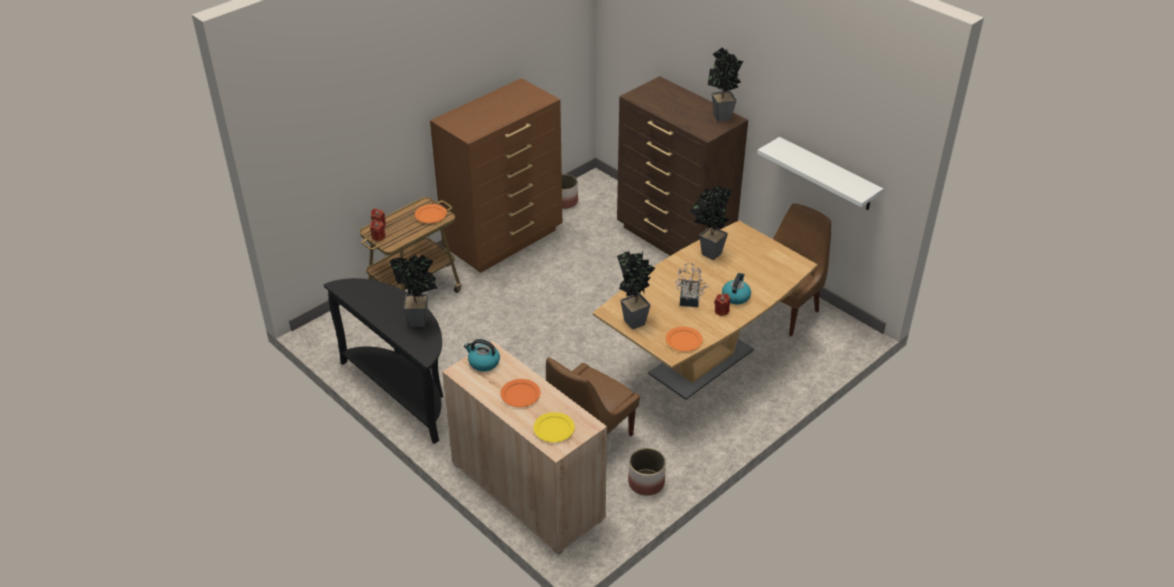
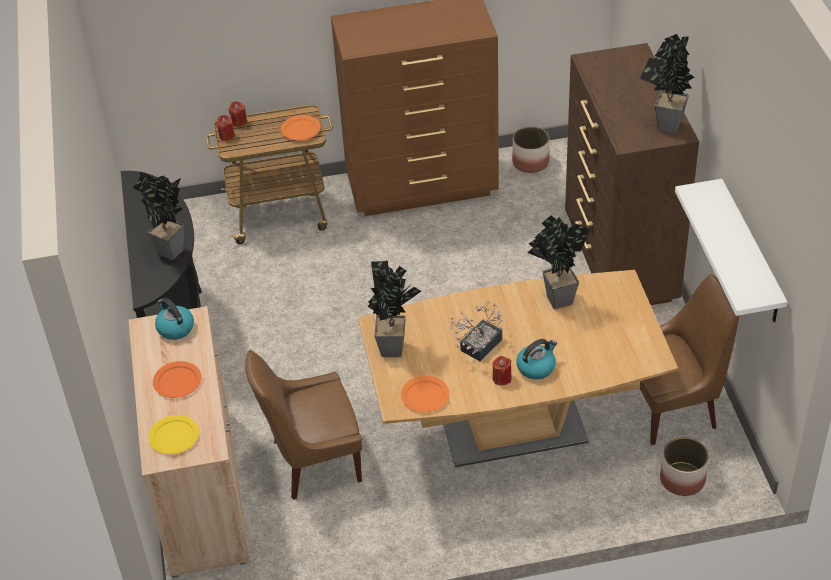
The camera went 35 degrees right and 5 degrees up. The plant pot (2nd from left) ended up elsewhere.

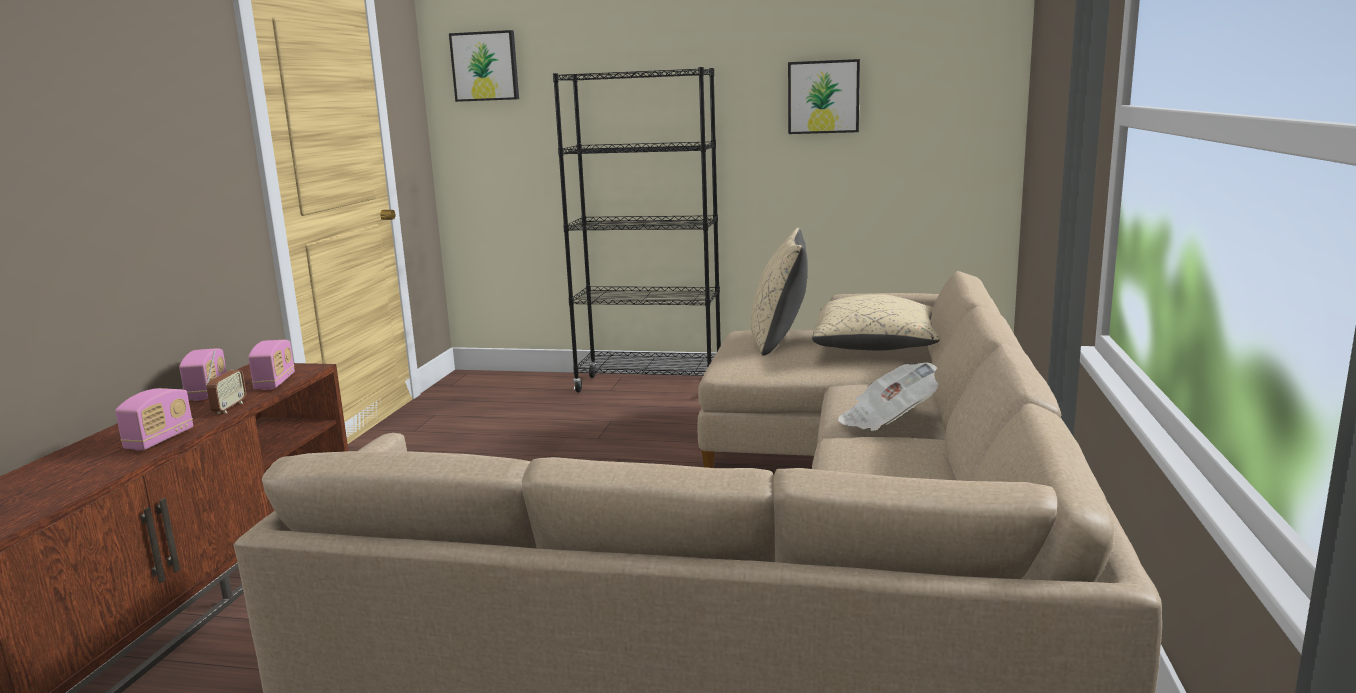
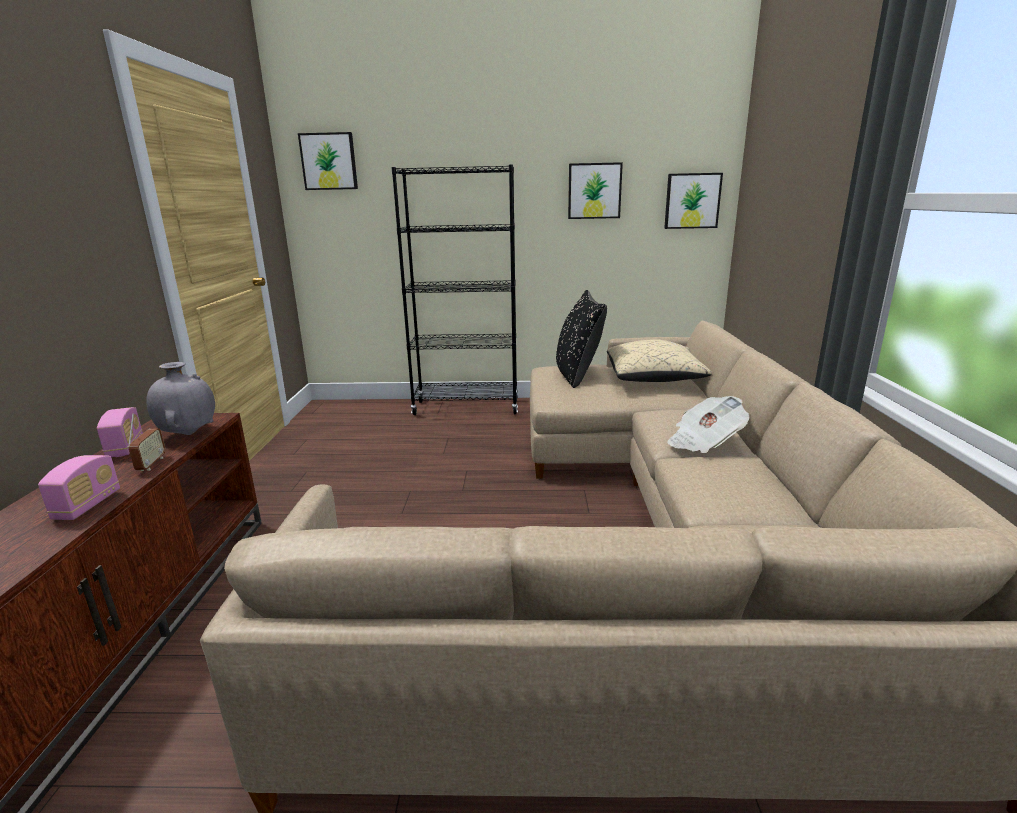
The camera went 10 degrees left and 5 degrees up. Where the radio (4th from left) stood, the grey flower vase came to stand. What was the sand-coloured throw pillow (1st from left) turned into the blackish throw pillow. The second view gained the wall picture (3rd from left).

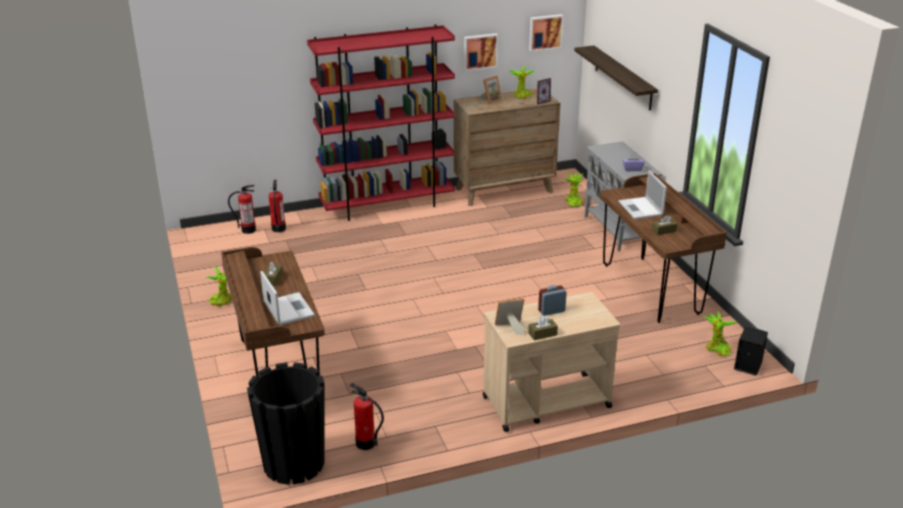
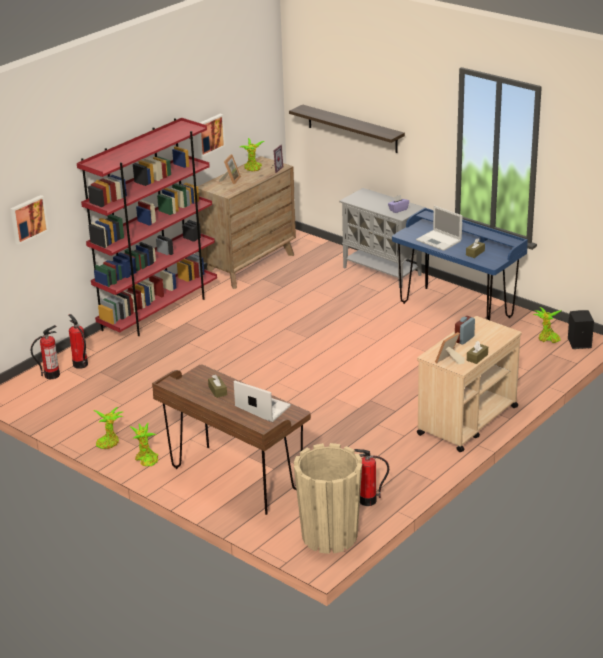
The camera went 30 degrees left and 0 degrees up. What was the blackish plant pot turned into the sand-coloured plant pot. The wall picture (2nd from left in the first image) ended up elsewhere. The plant in a pot (3rd from left in the first image) ended up elsewhere. What was the brown desk (2nd from left) turned into the blue desk.

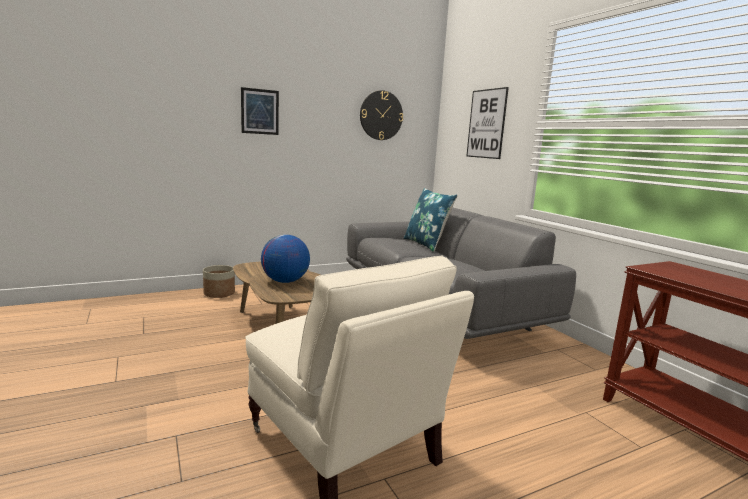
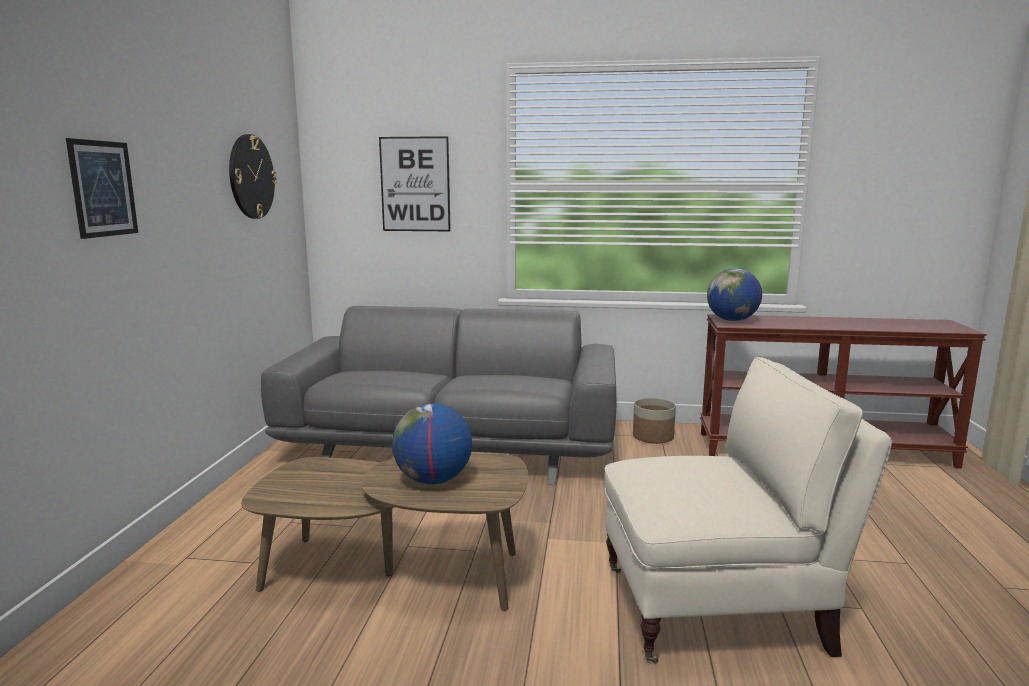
The camera went 55 degrees left and 0 degrees up. The plant pot ended up elsewhere. The second view lost the blue throw pillow. The second view gained the world globe (2nd from left).

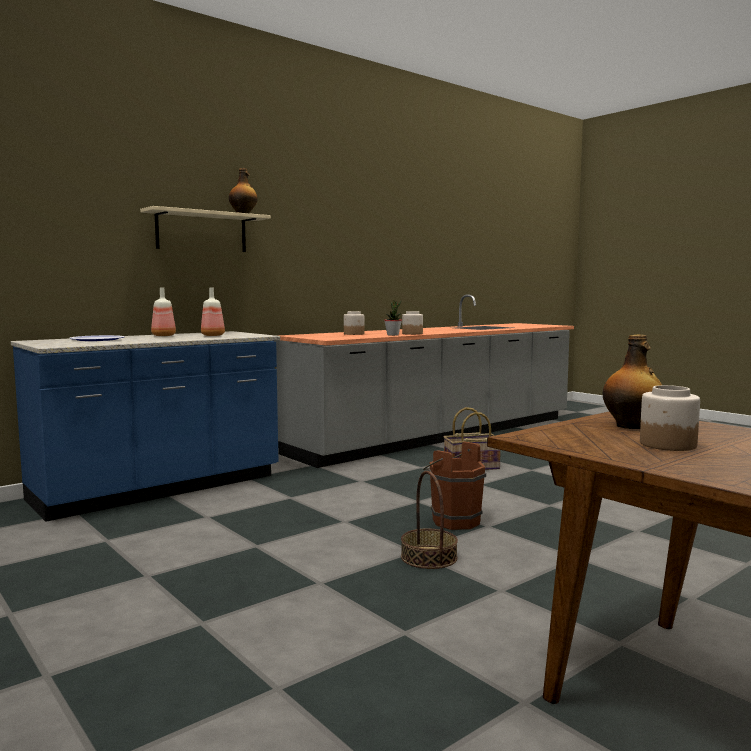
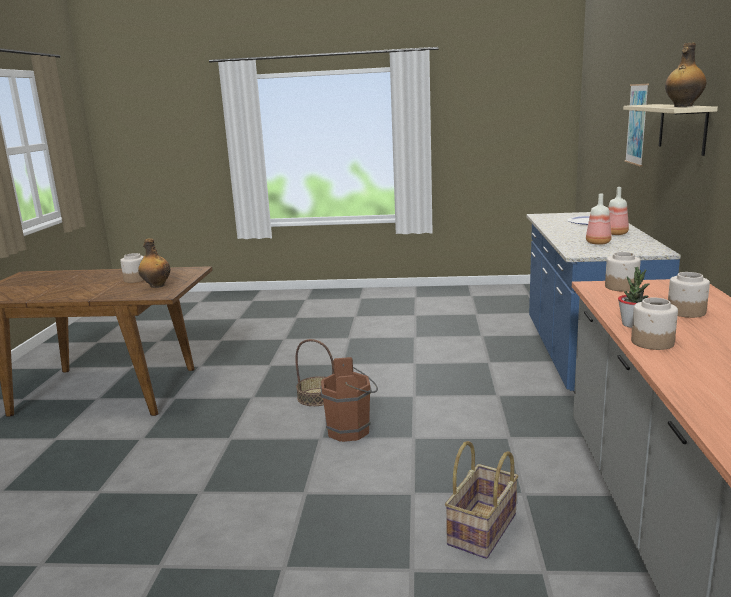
The camera went 135 degrees right and 10 degrees up. The second view gained the preserve jar (2nd from left). The second view gained the wall picture.

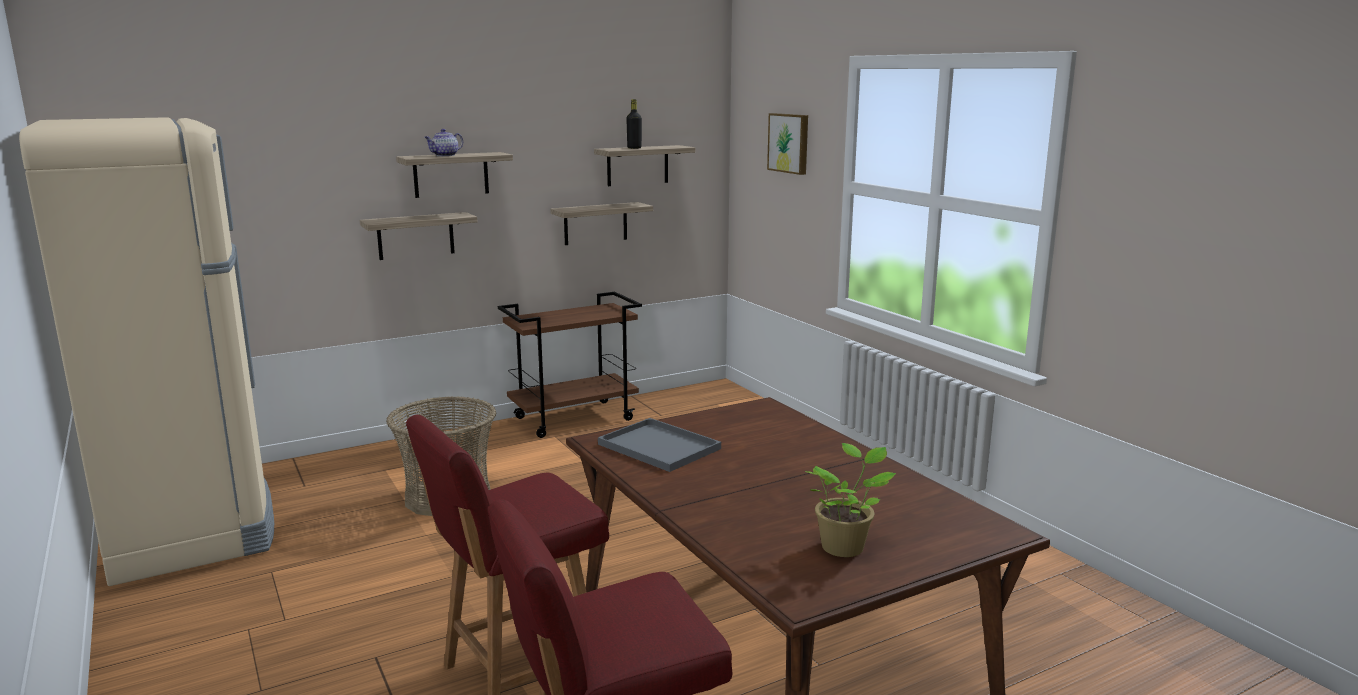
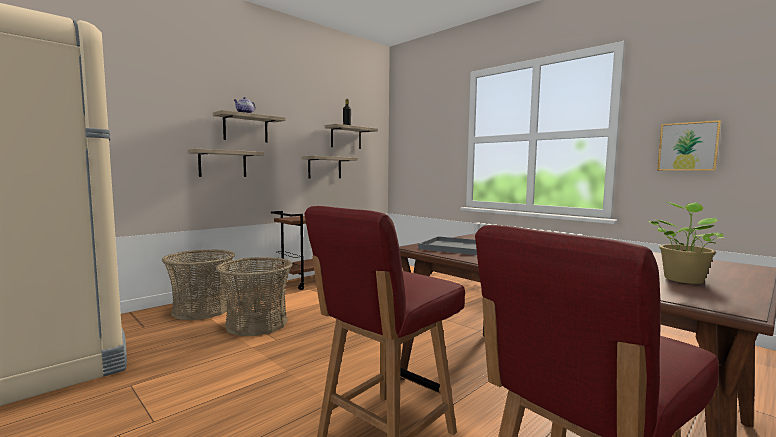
The camera went 15 degrees left and 10 degrees down. The wall picture ended up elsewhere. The second view gained the storage basket (1st from left).

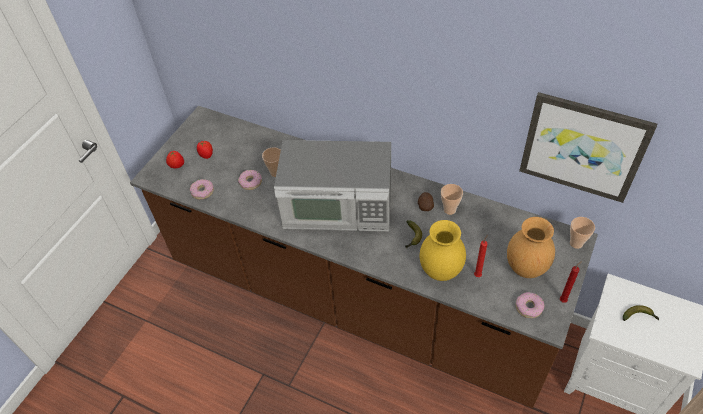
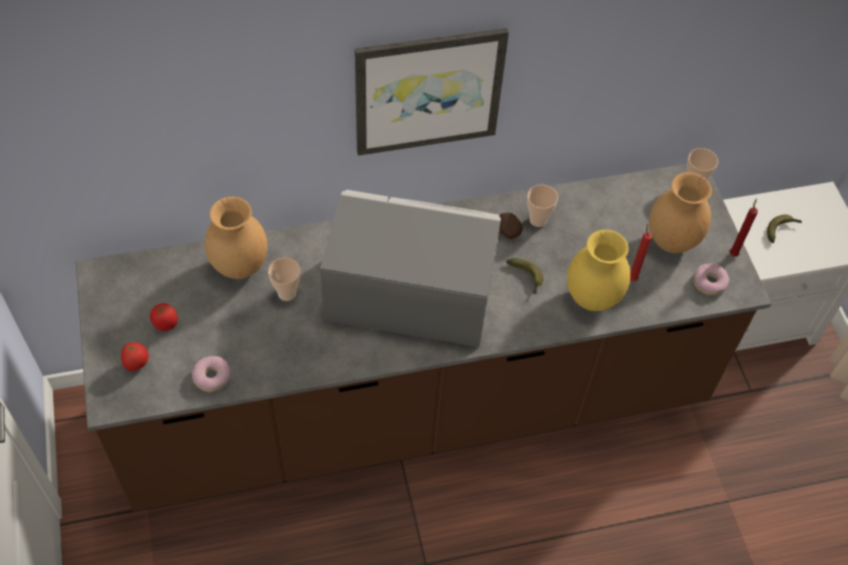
The camera went 45 degrees left and 5 degrees up. The second view lost the ring doughnut (2nd from left). The microwave oven ended up facing another way, 135 degrees counterclockwise from before. The wall picture ended up elsewhere. The second view gained the brown flower vase (1st from left).

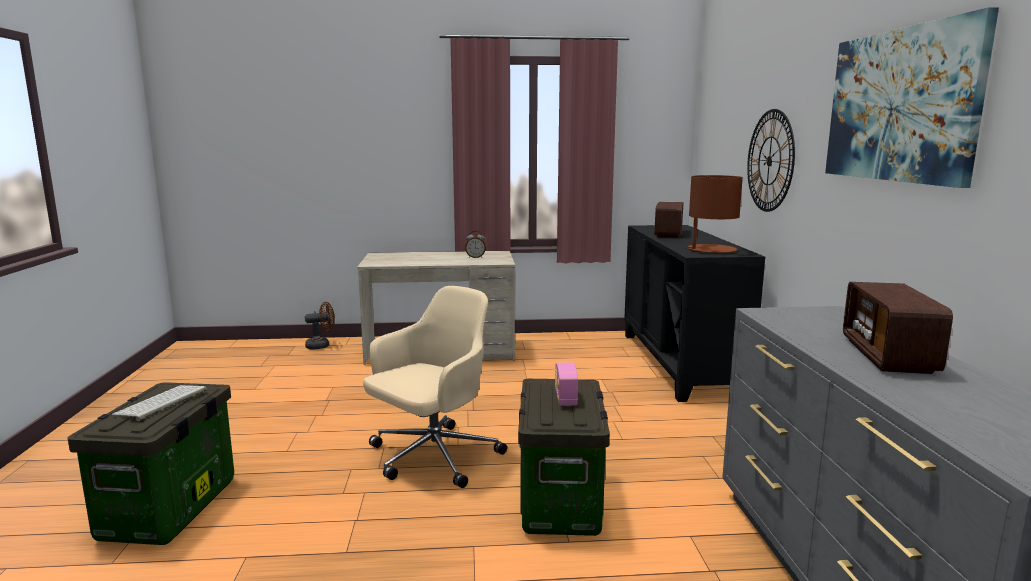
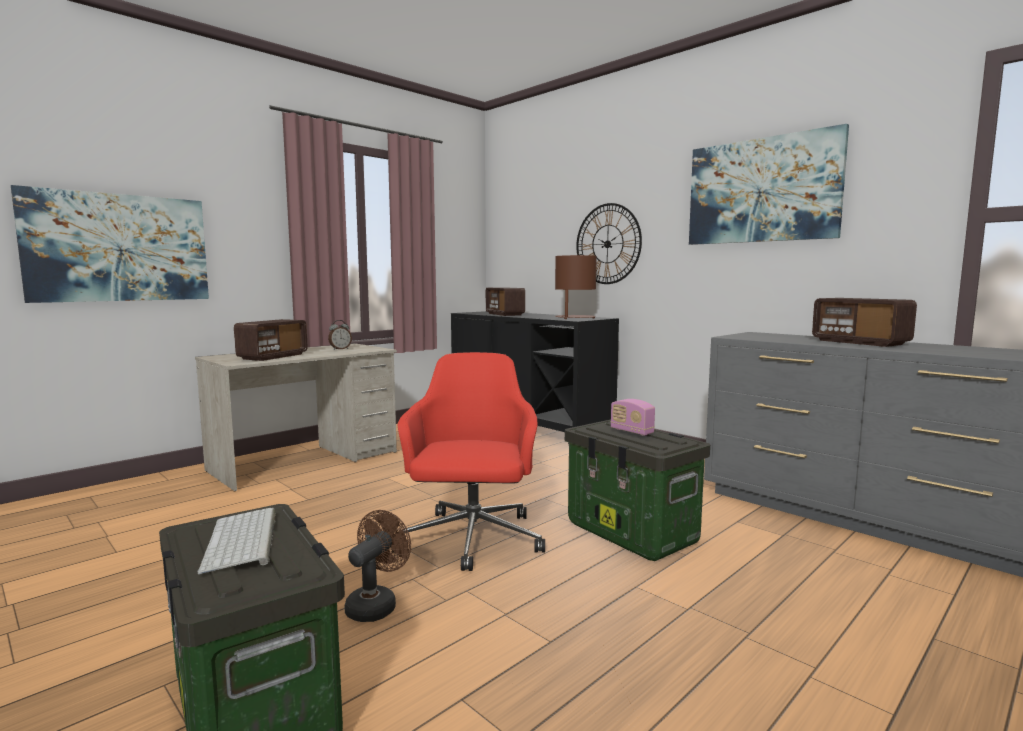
The camera went 40 degrees left and 5 degrees down. The brown fan ended up elsewhere. What was the sand-coloured desk chair turned into the reddish desk chair. The second view gained the wall picture (1st from left). The second view gained the radio (1st from left).

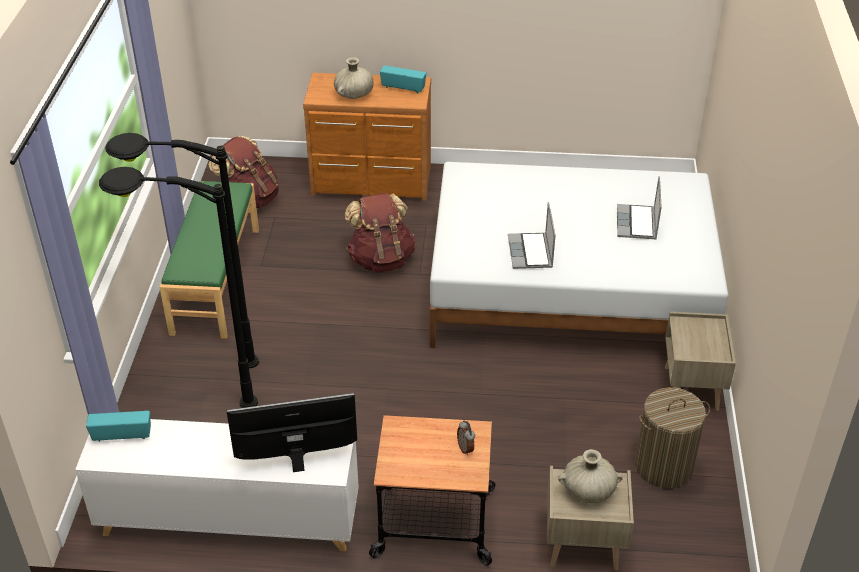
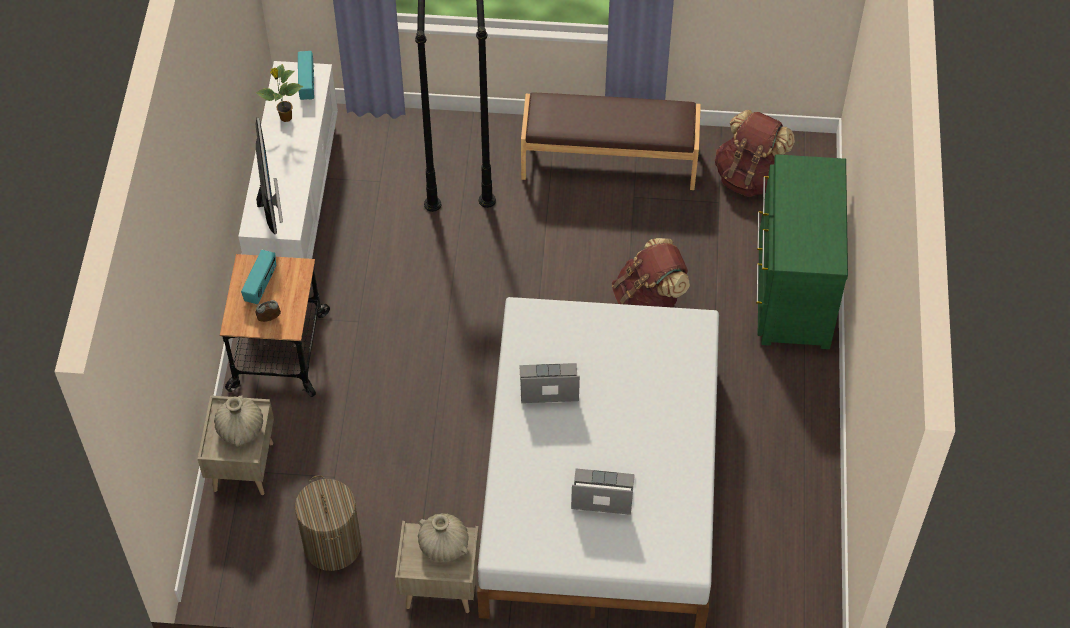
The camera went 90 degrees right and 15 degrees up. What was the green long seat turned into the brown long seat. What was the brown drawer chest turned into the green drawer chest. The sand-coloured flower vase (1st from left in the first image) ended up elsewhere. The radio (2nd from left in the first image) ended up elsewhere. The second view gained the plant in a pot.

